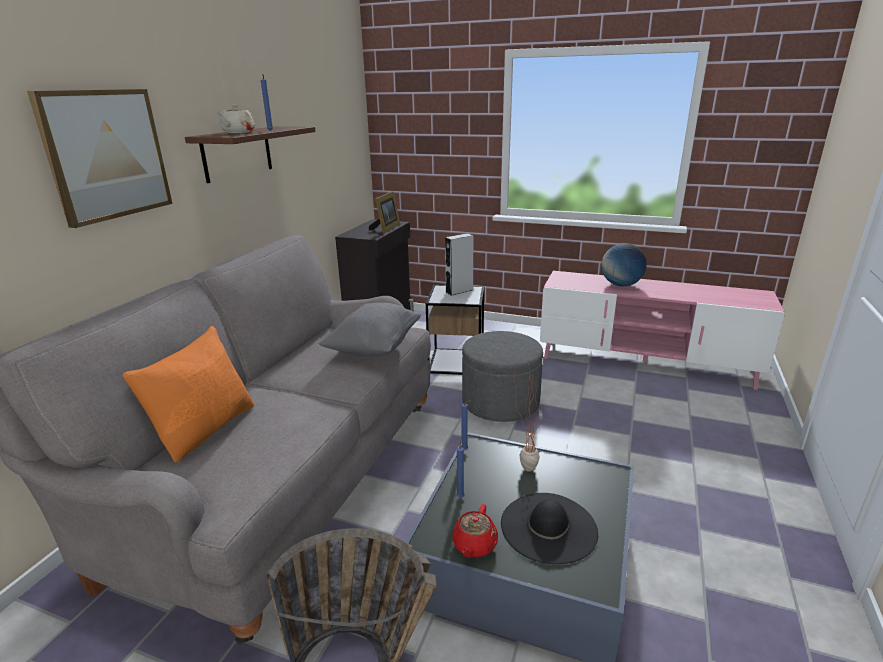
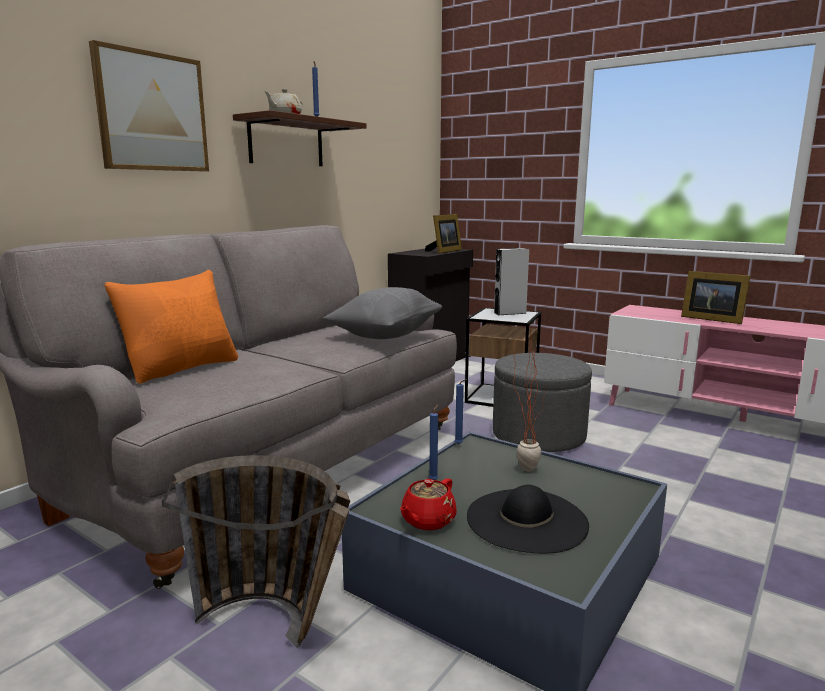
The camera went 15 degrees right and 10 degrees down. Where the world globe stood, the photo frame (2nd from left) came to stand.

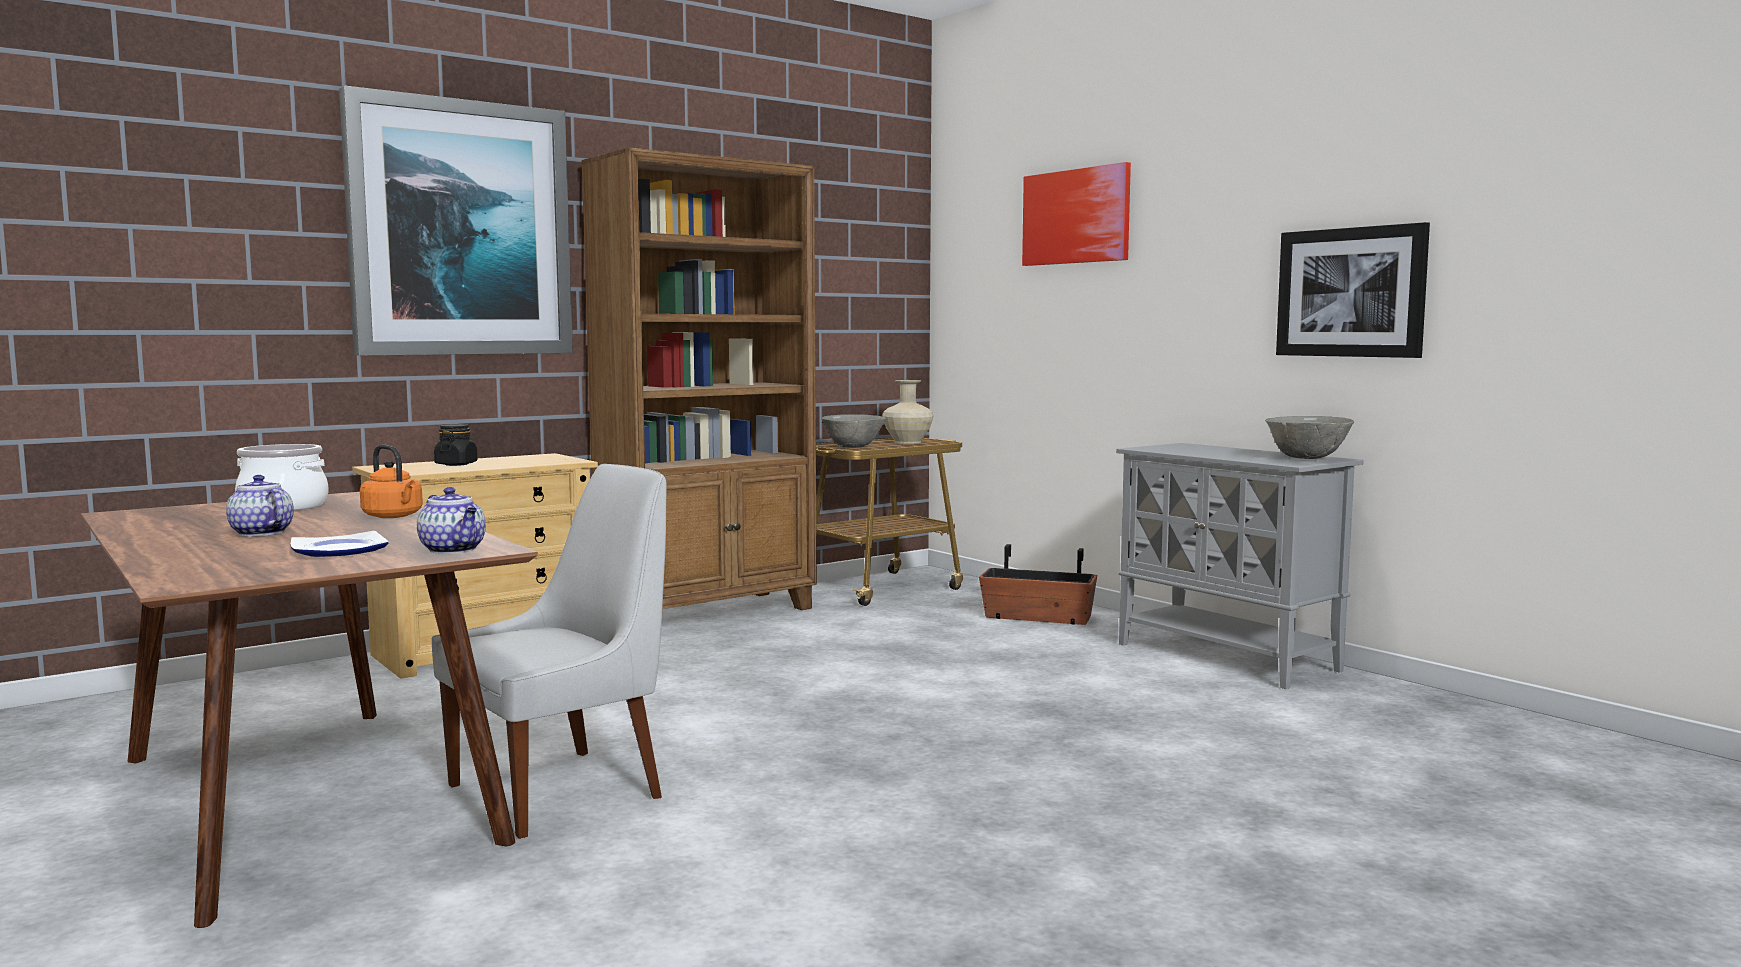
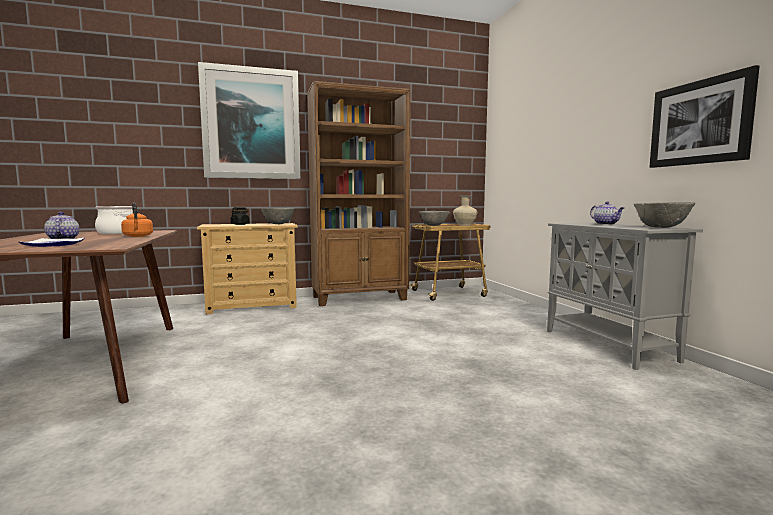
The camera went 20 degrees right and 0 degrees up. The pot for tea (2nd from left) ended up elsewhere. The second view lost the white-coloured upright chair. The second view lost the plant pot. The second view lost the wall picture (2nd from left). The second view gained the grey deep dish (1st from left).

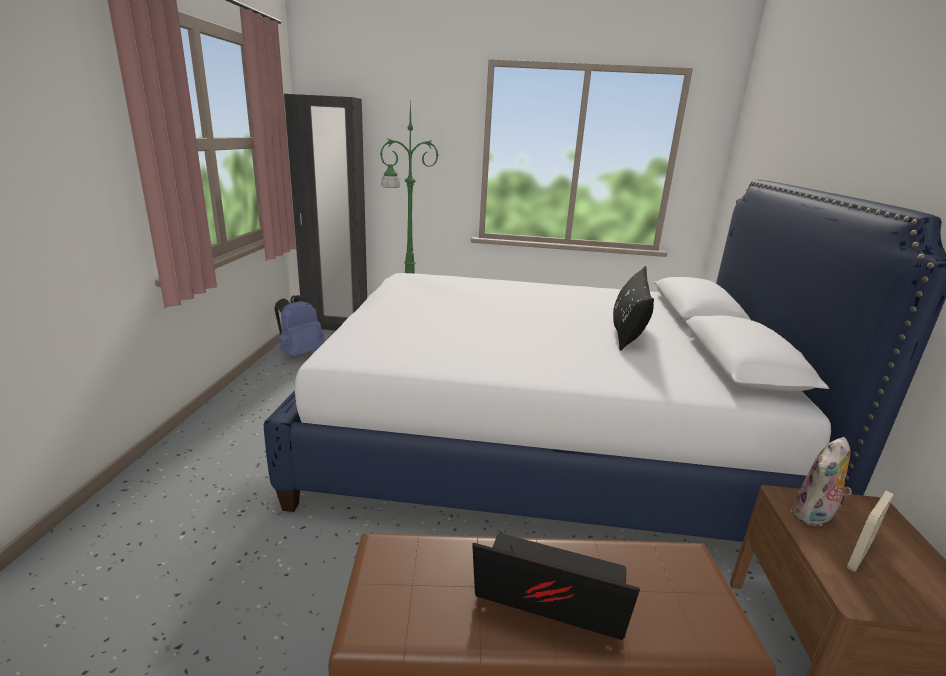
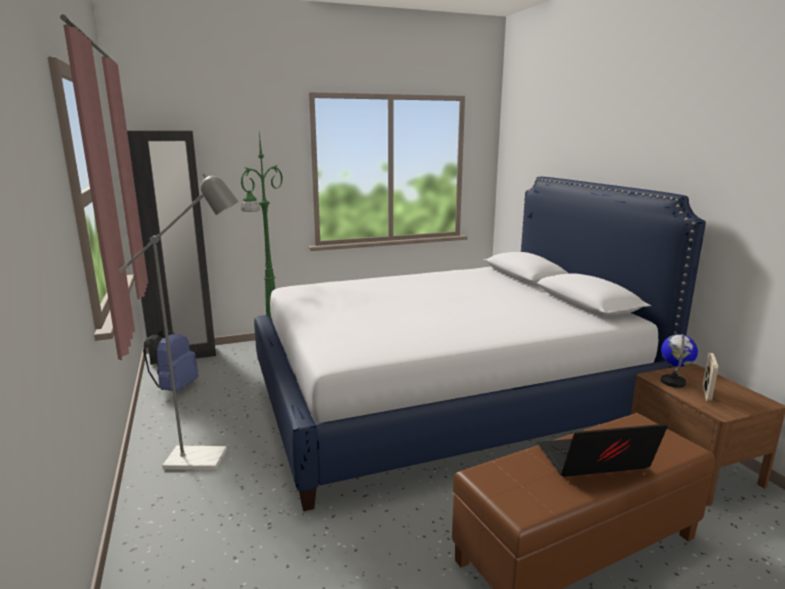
The camera went 25 degrees left and 5 degrees down. The second view lost the blackish throw pillow. Where the plush toy stood, the world globe came to stand. The second view gained the grey floor lamp.

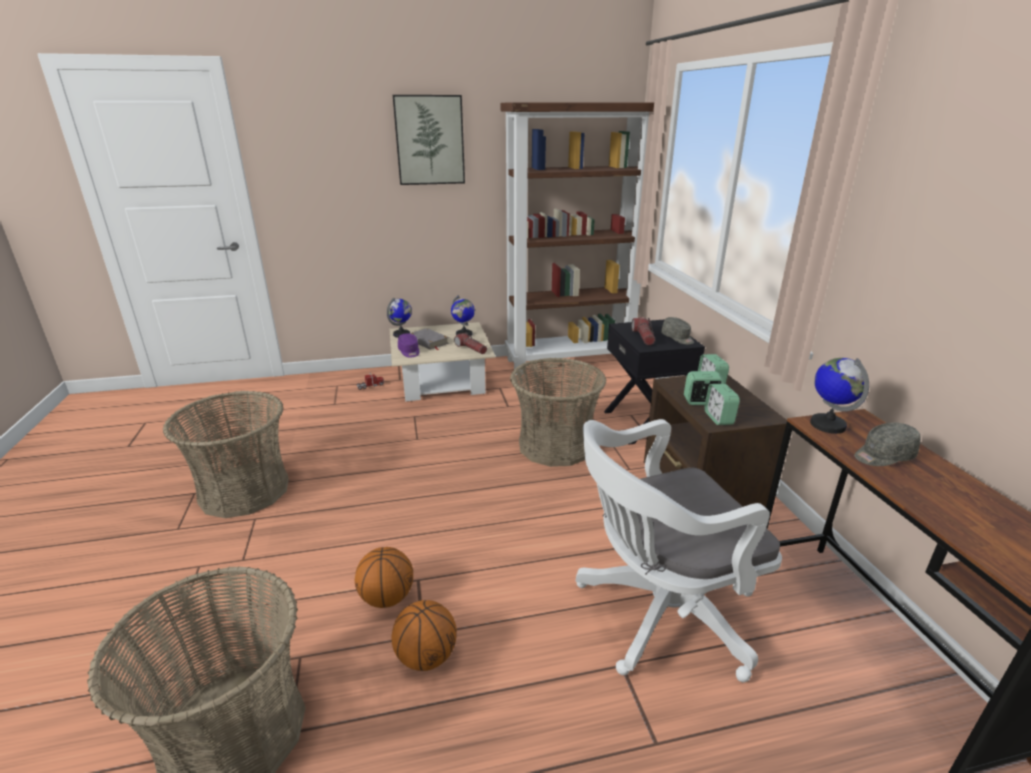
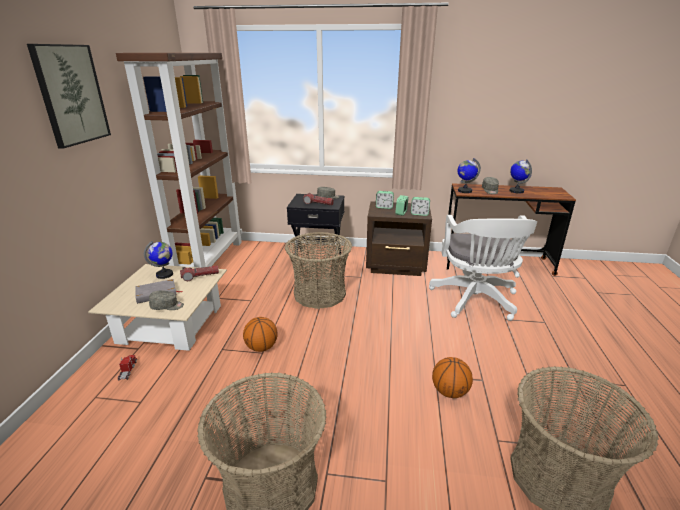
The camera went 70 degrees left and 0 degrees up. The world globe (1st from left in the first image) ended up elsewhere. The ball for basketball (2nd from left in the first image) ended up elsewhere. What was the purple baseball cap turned into the grey baseball cap (1st from left).

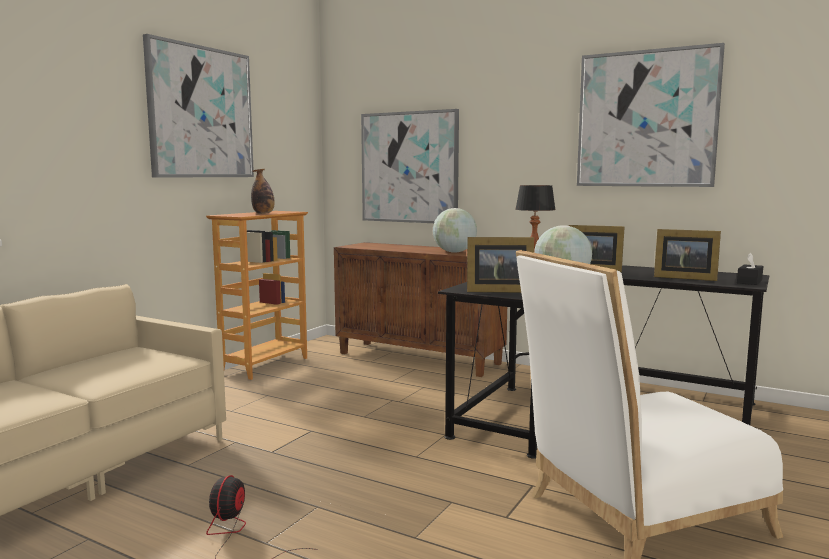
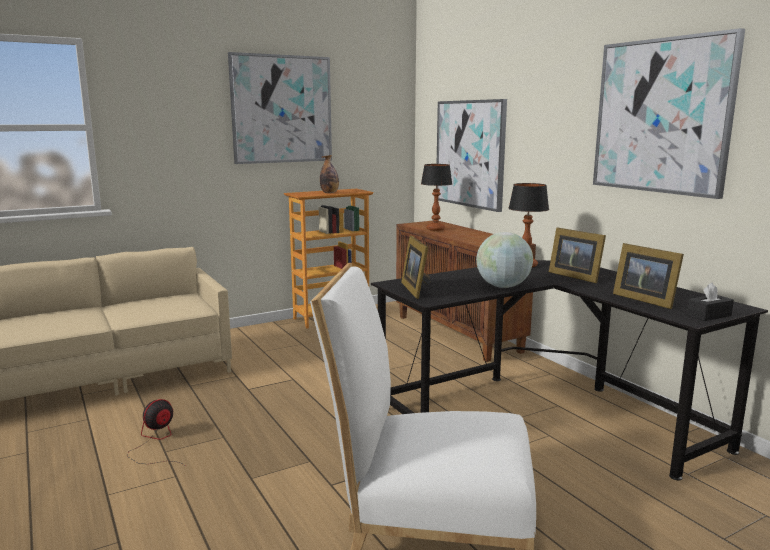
The camera went 30 degrees right and 5 degrees up. The second view lost the world globe (1st from left). The photo frame (1st from left) ended up facing another way, 45 degrees clockwise from before. The second view gained the table lamp (1st from left).

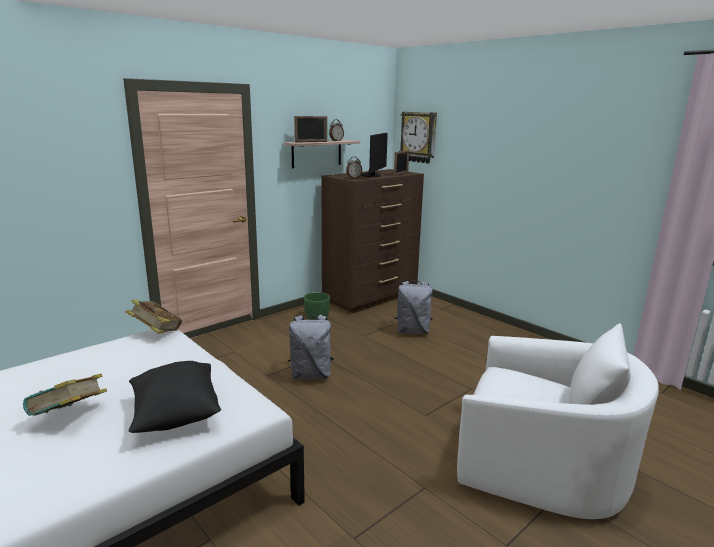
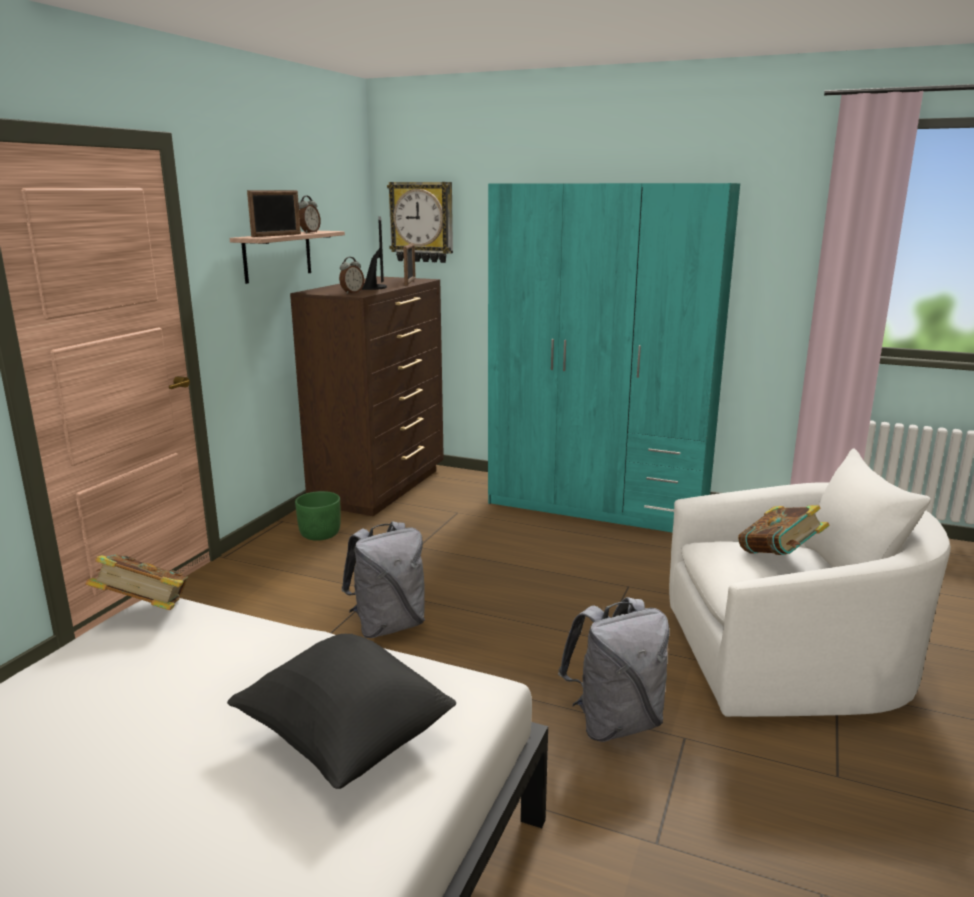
The camera went 25 degrees left and 0 degrees up. The bound book (1st from left in the first image) ended up elsewhere. The grey rucksack (2nd from left) ended up elsewhere. The second view gained the blue-green wardrobe.

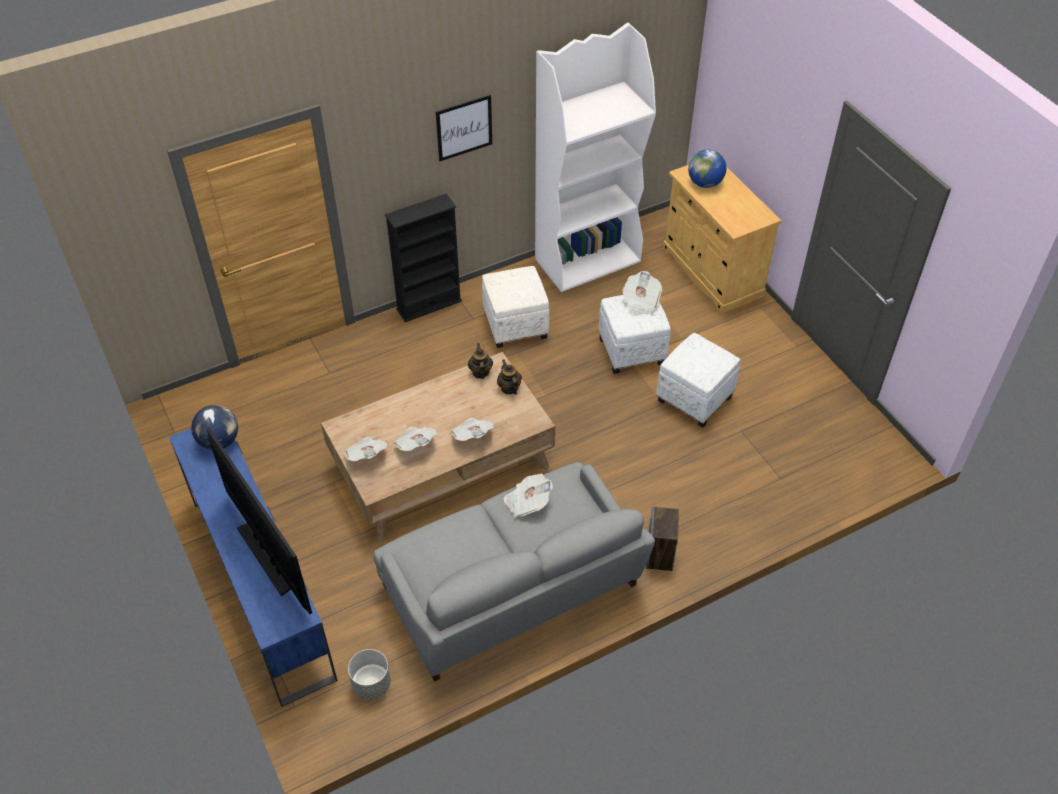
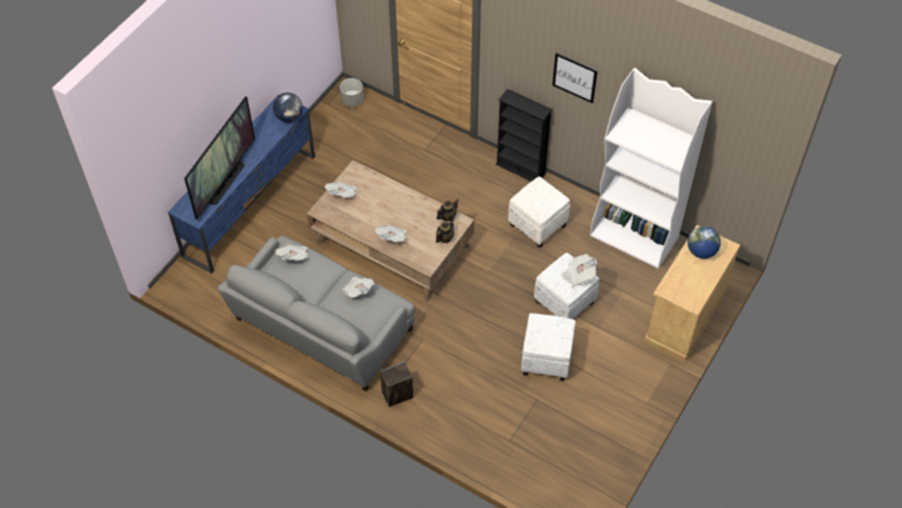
The camera went 60 degrees right and 5 degrees up. The grey plant pot ended up elsewhere. The newspaper (2nd from left in the first image) ended up elsewhere.

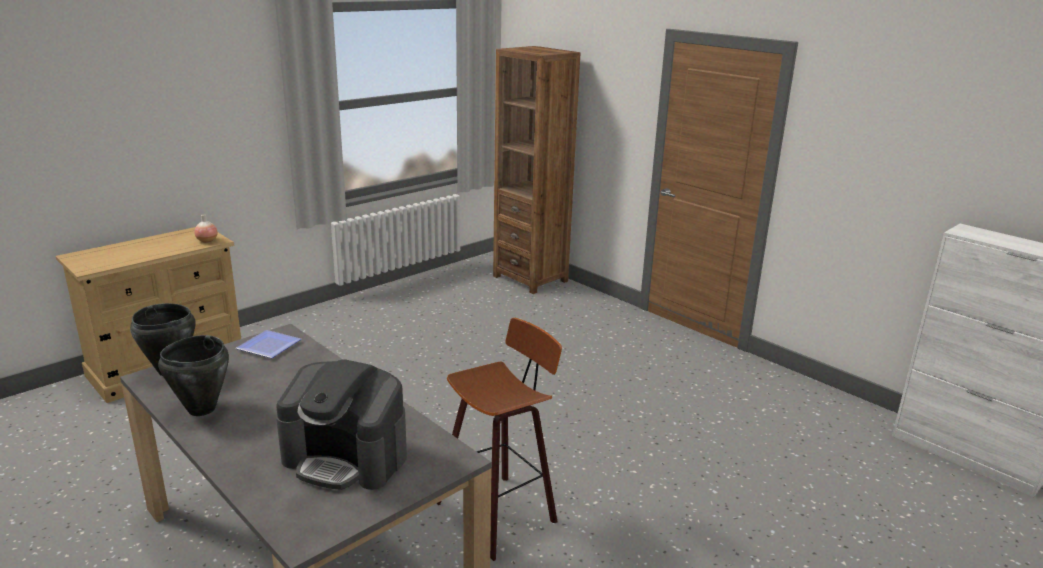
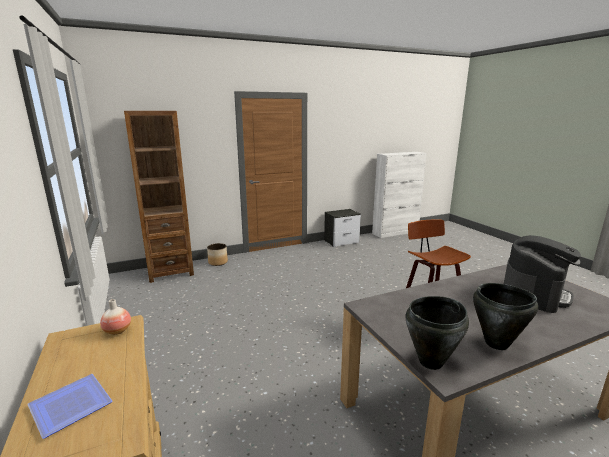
The camera went 70 degrees left and 5 degrees down. The plate ended up elsewhere. The second view gained the plant pot. The second view gained the night table.

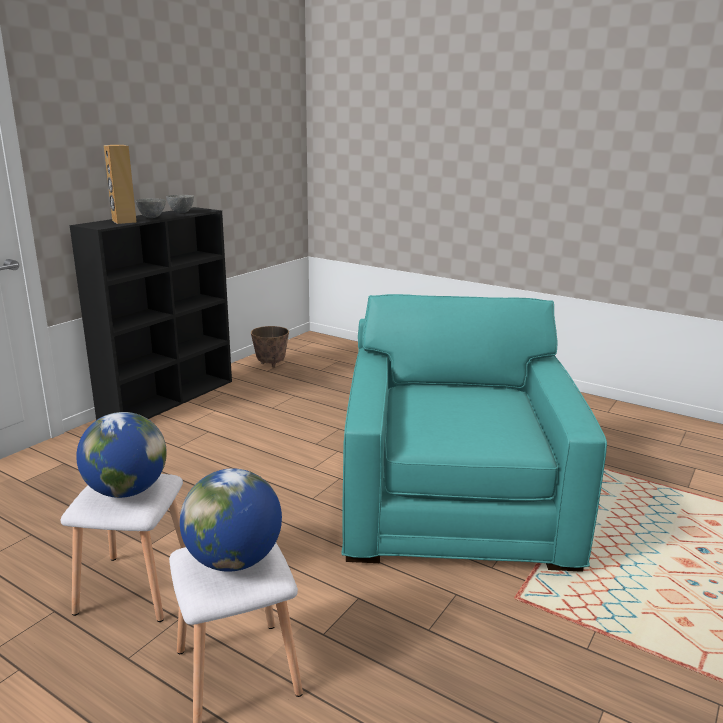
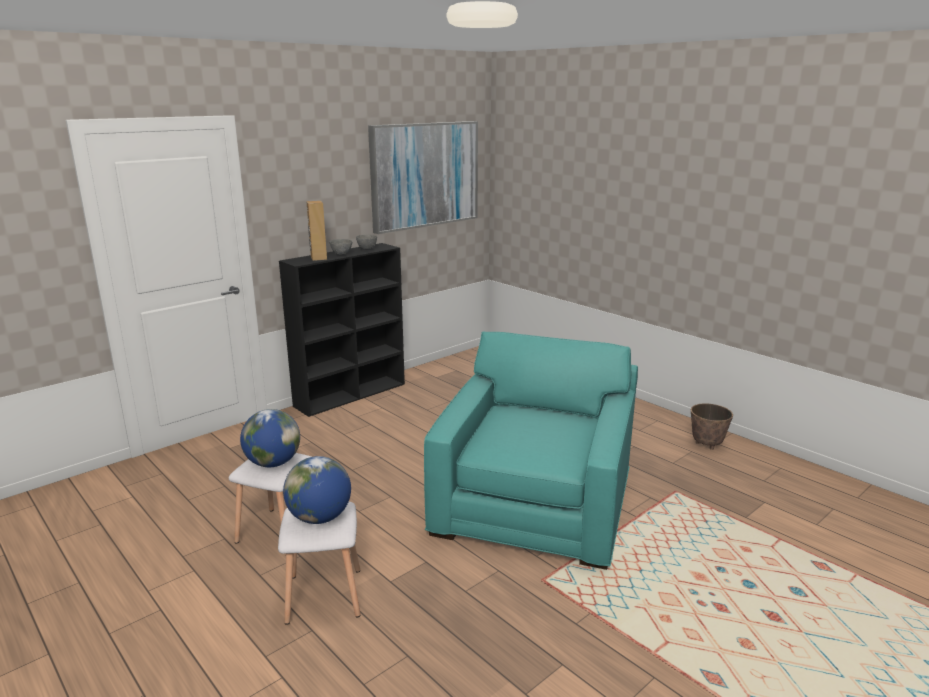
The camera went 15 degrees right and 0 degrees up. The plant pot ended up elsewhere. The second view gained the wall picture.

